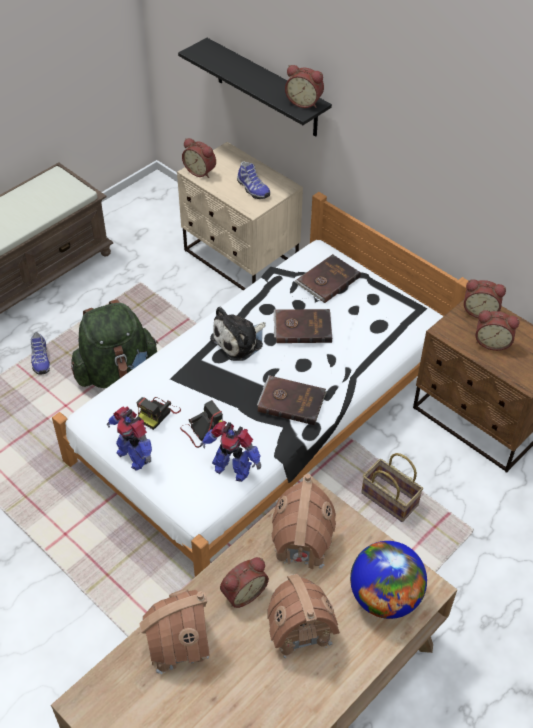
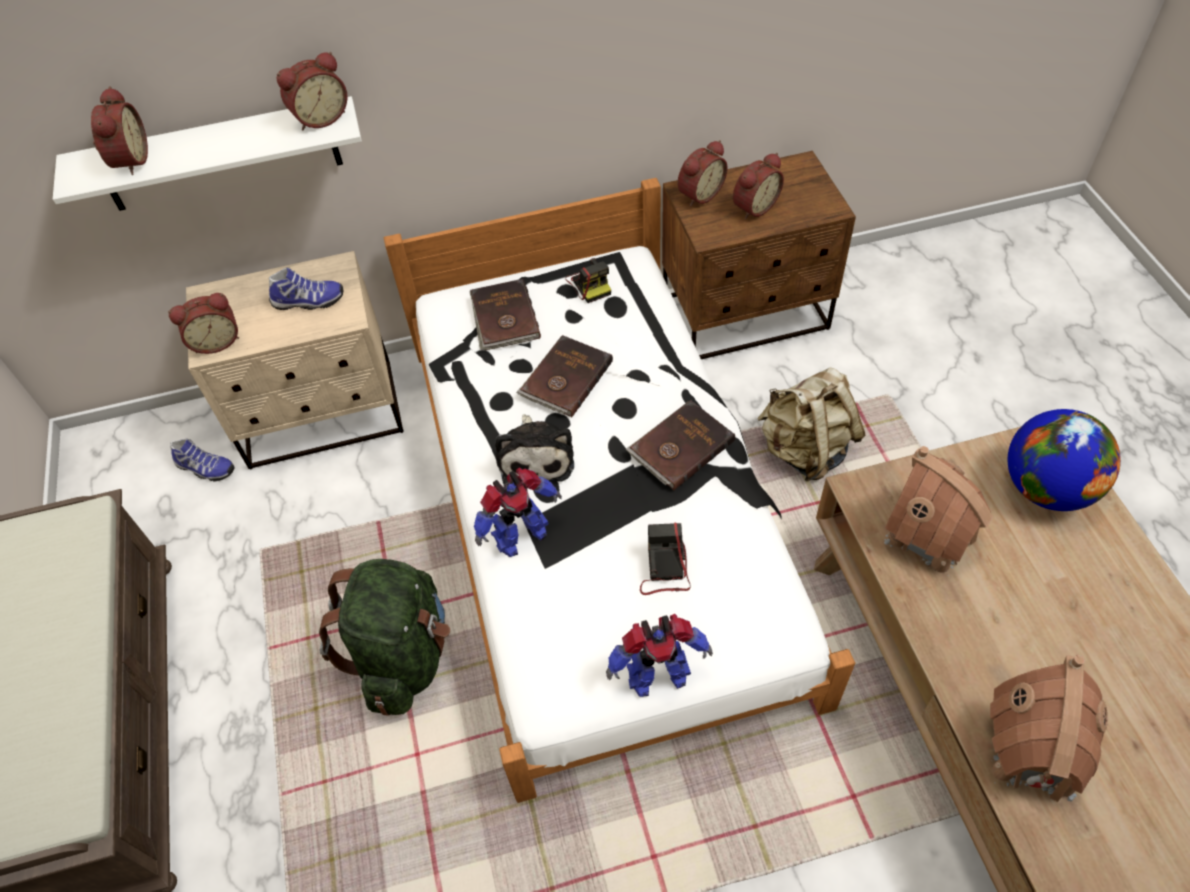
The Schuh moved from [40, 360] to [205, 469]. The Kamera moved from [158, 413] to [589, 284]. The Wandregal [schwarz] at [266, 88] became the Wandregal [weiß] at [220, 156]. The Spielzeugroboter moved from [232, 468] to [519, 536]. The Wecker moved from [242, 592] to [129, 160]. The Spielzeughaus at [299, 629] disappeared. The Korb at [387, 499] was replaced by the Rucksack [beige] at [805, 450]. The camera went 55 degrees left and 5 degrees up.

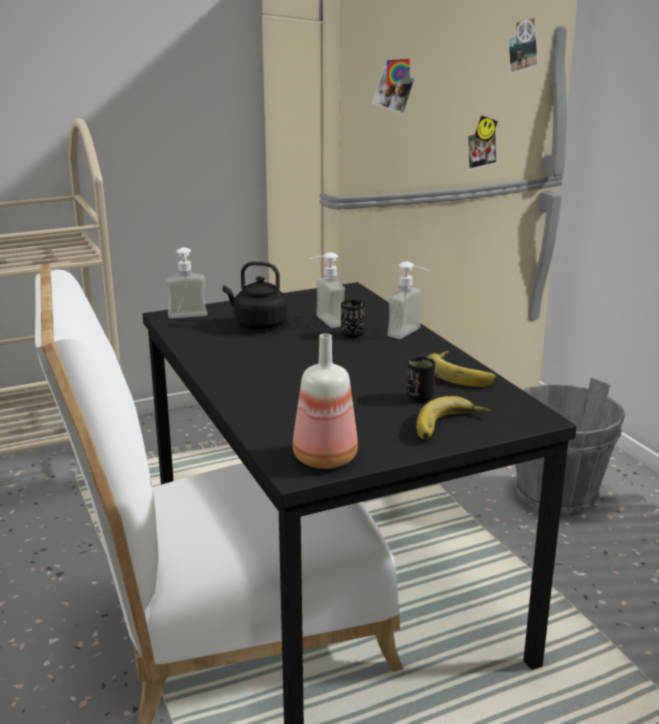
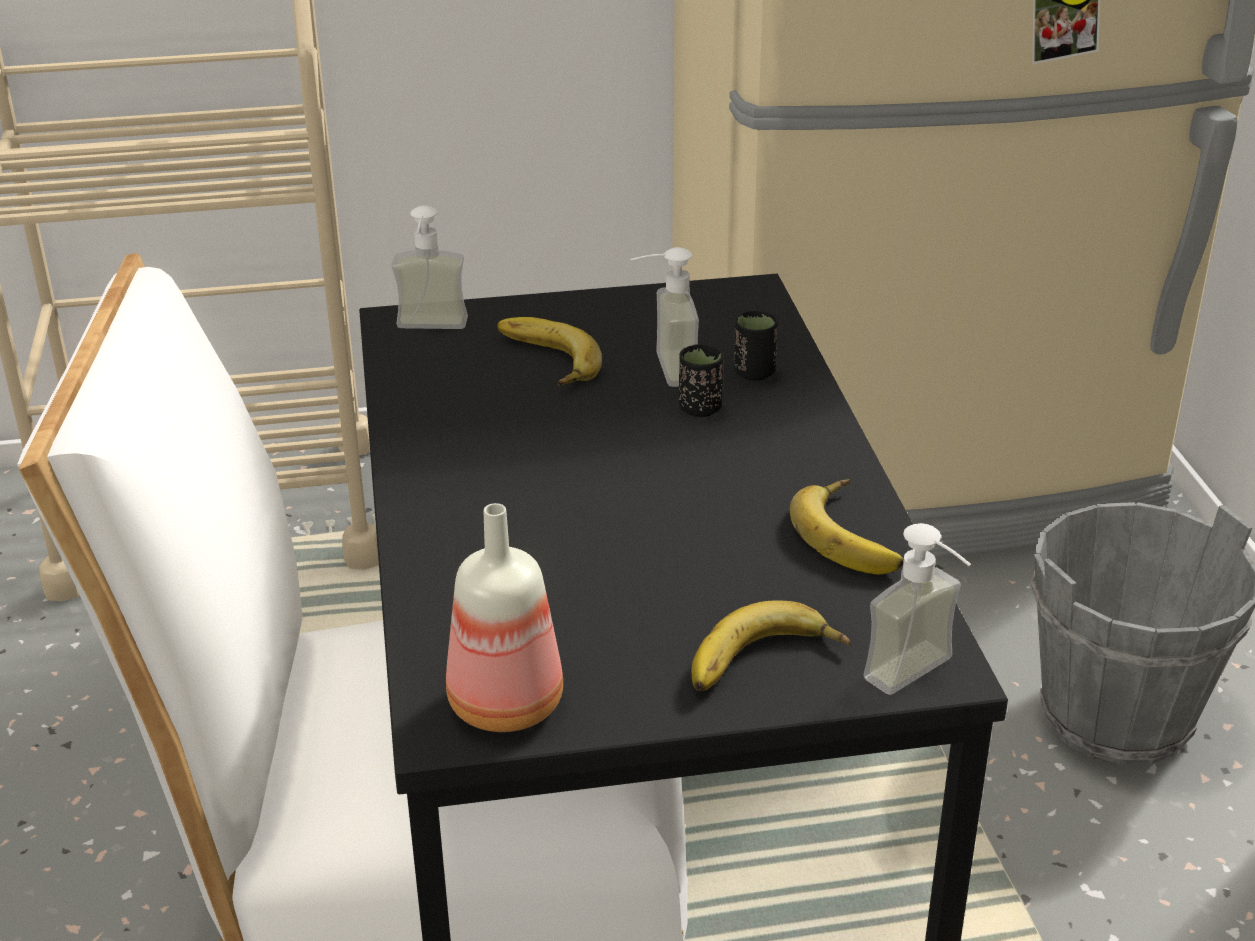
The Wasserkessel [schwarz] at [257, 324] was replaced by the Banane at [543, 361]. The Seifenspender moved from [411, 334] to [922, 678]. The Tasse [schwarz] moved from [420, 397] to [754, 373]. The camera went 15 degrees right and 10 degrees up.

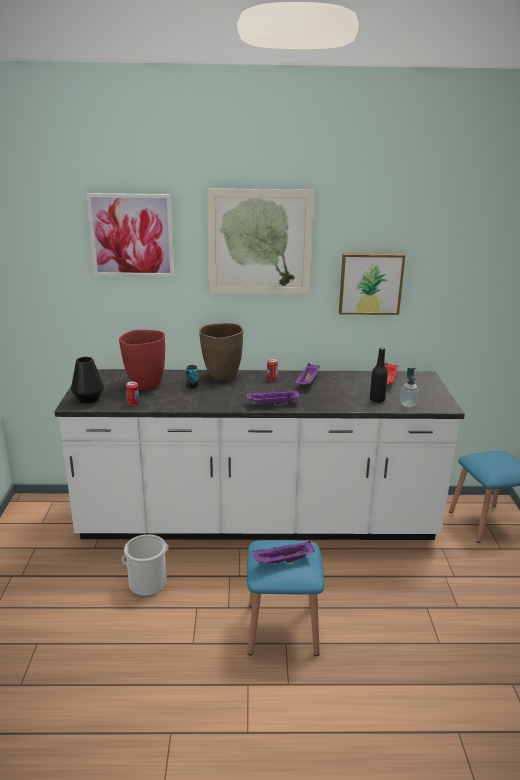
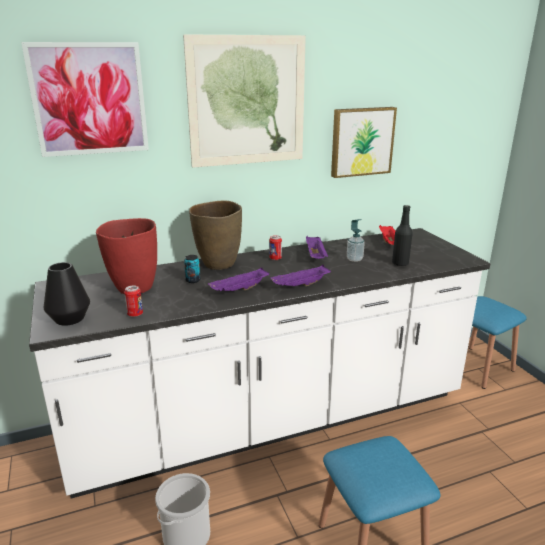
The Tablett [lila] moved from [282, 561] to [239, 290]. The Seifenspender moved from [408, 405] to [354, 259]. The camera went 20 degrees left and 0 degrees up.

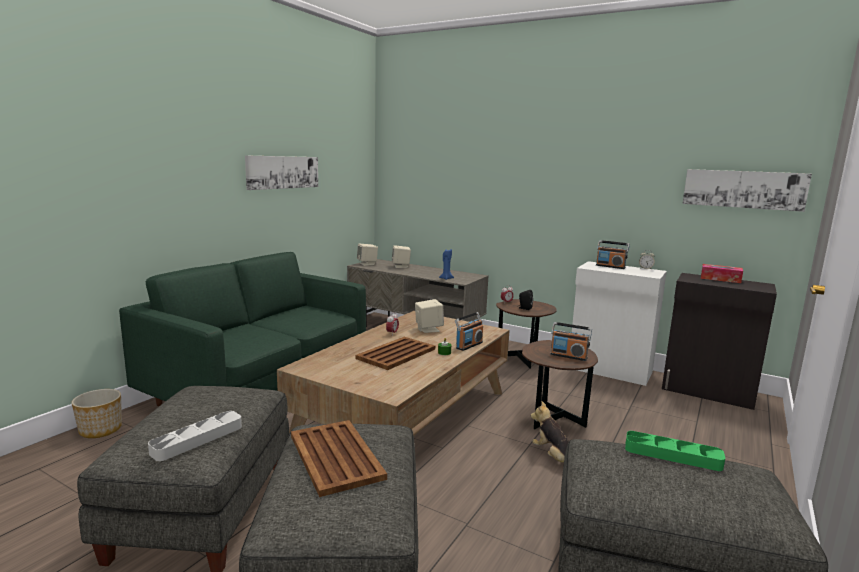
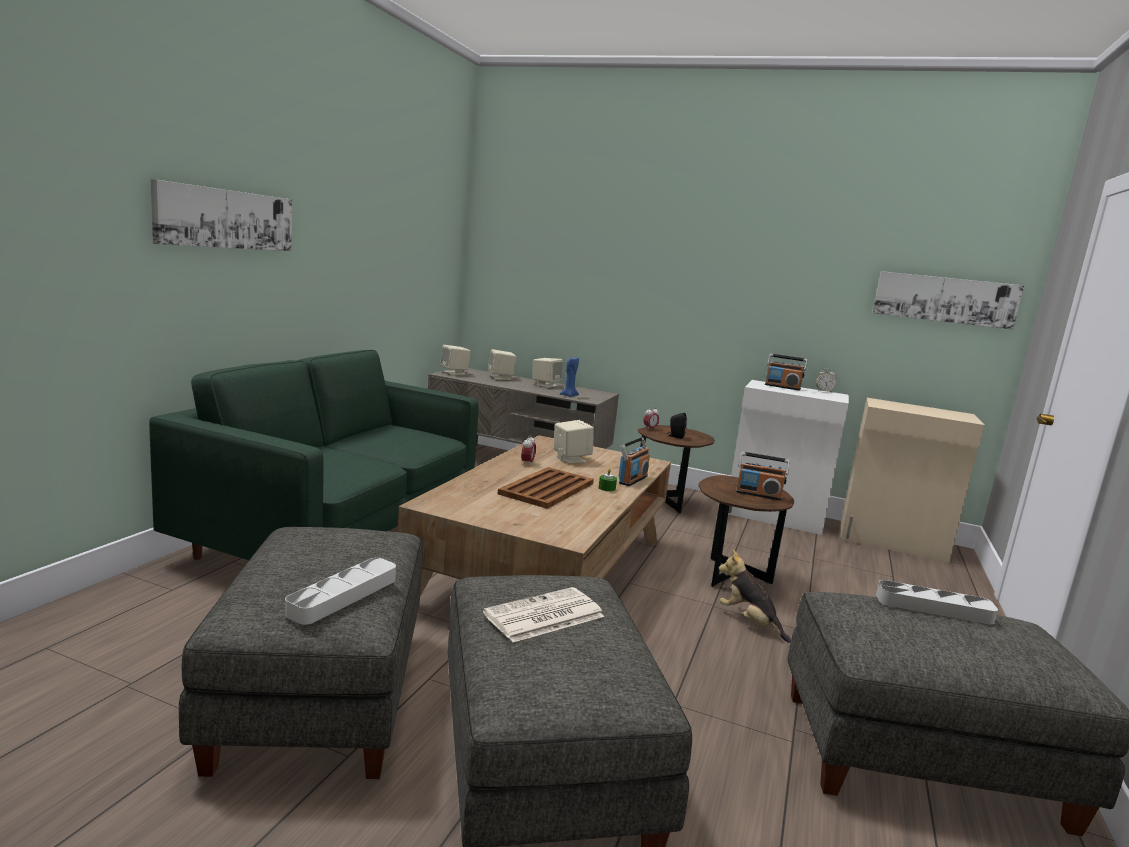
The Pflanzkübel at [100, 430] disappeared. The Bild moved from [282, 172] to [226, 219]. The Tablett [braun] at [336, 457] was replaced by the Zeitung at [543, 616]. The Tablett [grün] at [672, 455] became the Tablett [grau] at [933, 608]. The Schrank [schwarz] at [708, 391] became the Schrank [beige] at [892, 542]. The Taschentuchbox at [720, 279] disappeared. The Lautsprecher [beige] at [546, 385] appeared. The camera went 10 degrees left and 0 degrees up.

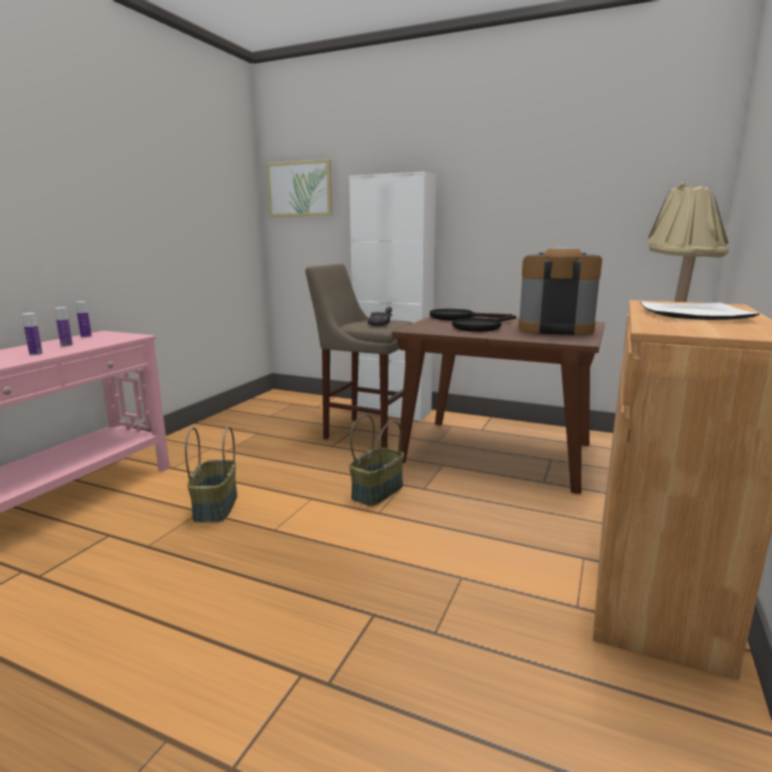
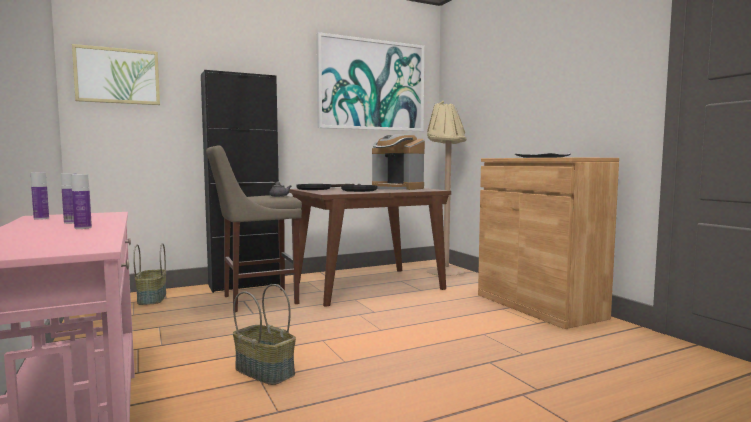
The Schrank [weiß] at [392, 412] became the Schrank [schwarz] at [244, 285]. The Korb moved from [377, 491] to [151, 298]. The Kaffeemaschine at [555, 329] turned 105 degrees counterclockwise. The Bild at [371, 85] appeared. The camera went 50 degrees left and 10 degrees down.

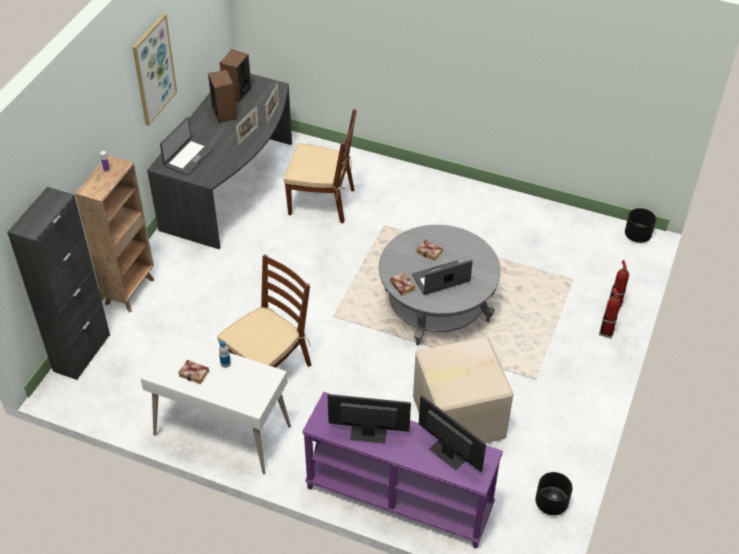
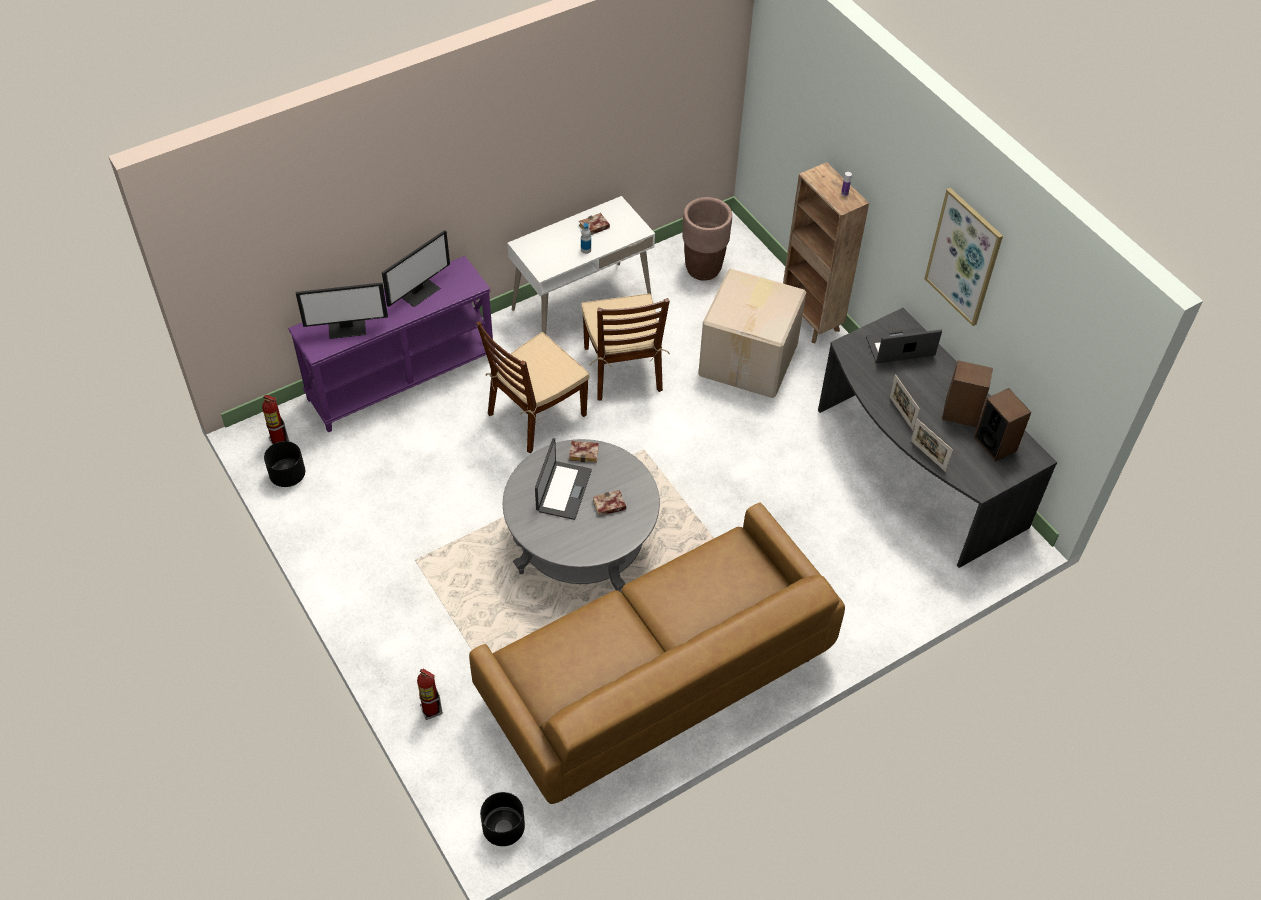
The Schrank [schwarz] at [82, 353] disappeared. The Laptop at [188, 157] turned 105 degrees clockwise. The Stuhl [braun] moved from [322, 202] to [536, 415]. The Karton moved from [457, 416] to [749, 359]. The Feuerlöscher moved from [606, 332] to [279, 441]. The Sofa [braun] at [657, 679] appeared. The Pflanzkübel [braun] at [703, 269] appeared. The camera went 125 degrees right and 5 degrees up.

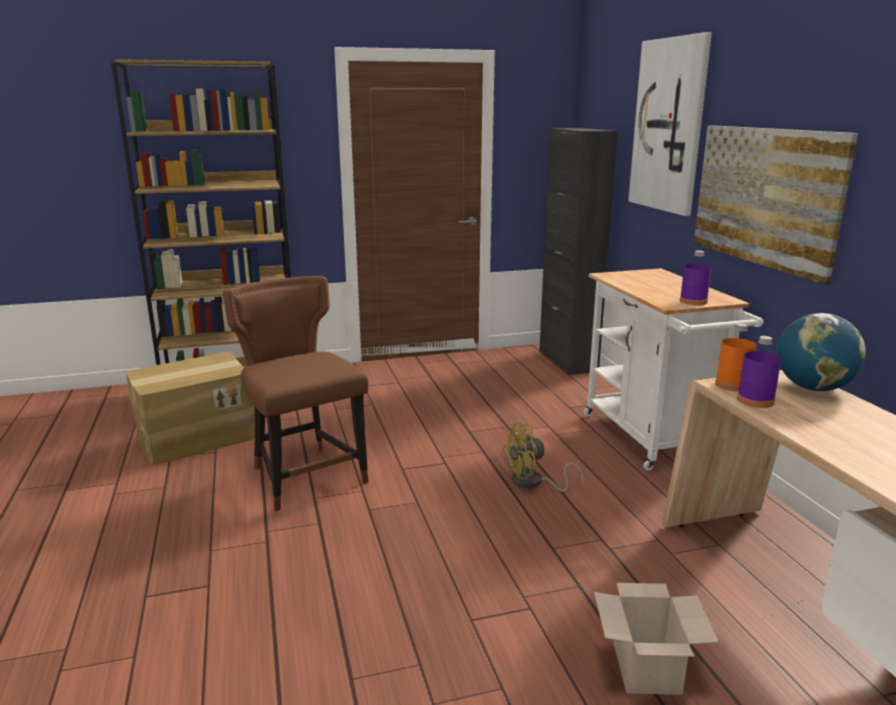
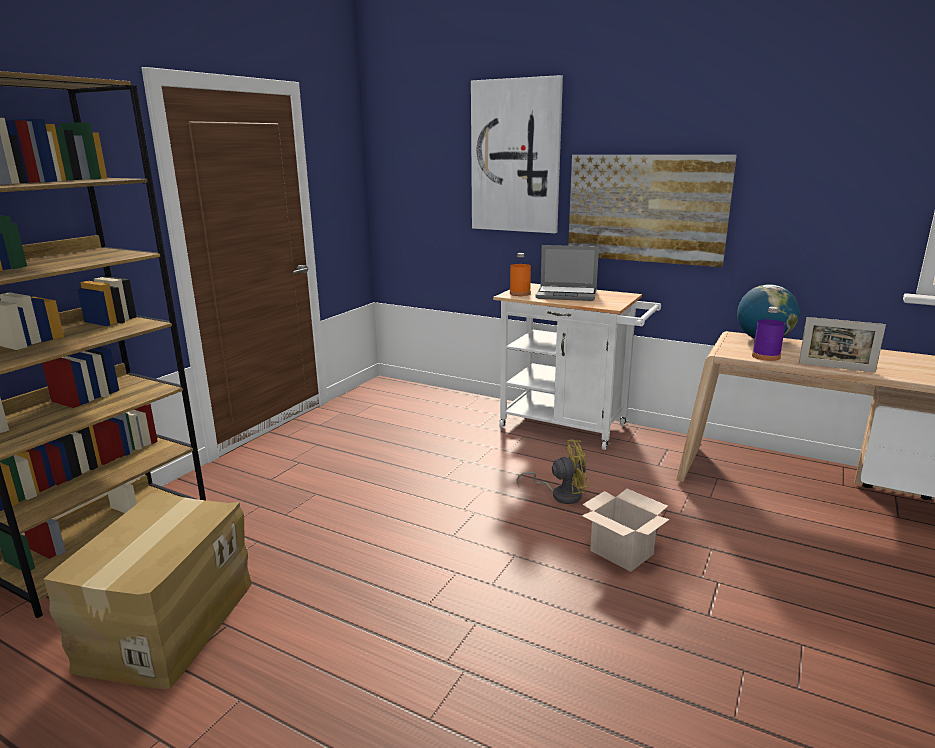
The Stuhl [braun] at [305, 475] disappeared. The Ventilator [gelb] at [533, 483] turned 120 degrees counterclockwise. The Schrank [schwarz] at [567, 361] disappeared. The Karton moved from [648, 670] to [623, 553]. The Flasche [lila] at [693, 301] disappeared. The Flasche [orange] moved from [732, 385] to [520, 293]. The Laptop at [567, 295] appeared. The Bilderrahmen at [836, 367] appeared. The camera went 45 degrees left and 0 degrees up.

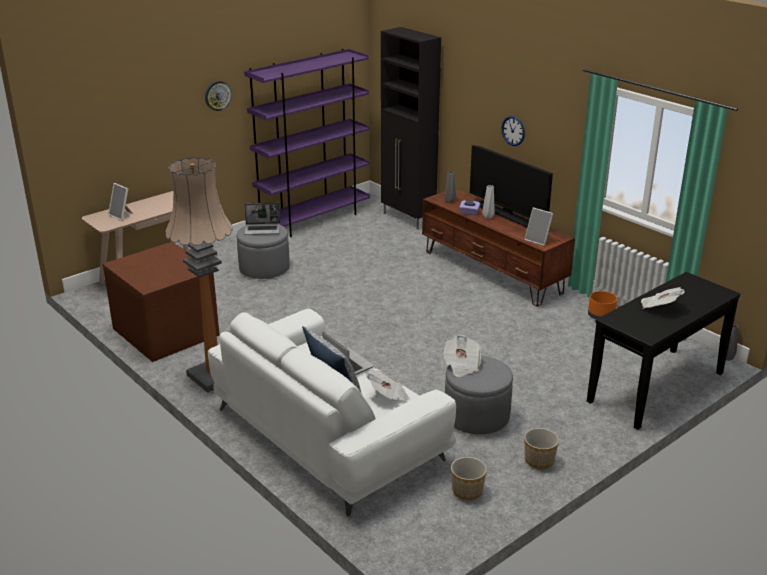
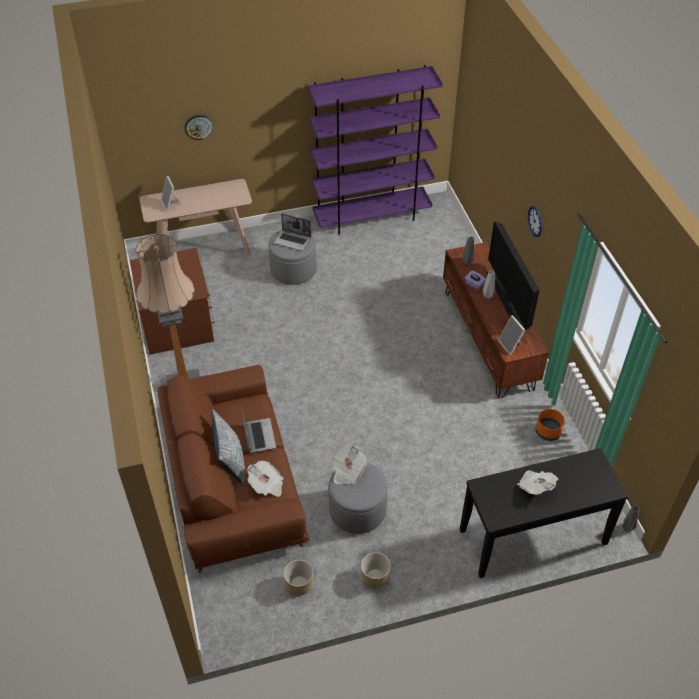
The Wanduhr moved from [217, 95] to [198, 126]. The Sofa [weiß] at [328, 433] became the Sofa [braun] at [233, 482]. The Schrank [schwarz] at [408, 219] disappeared. The camera went 25 degrees right and 20 degrees up.

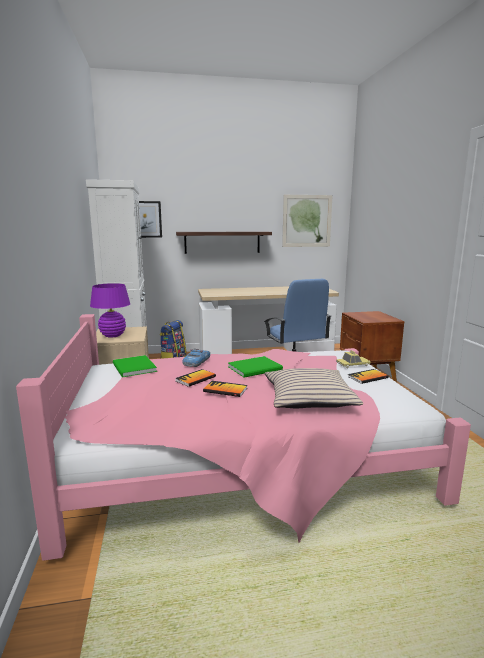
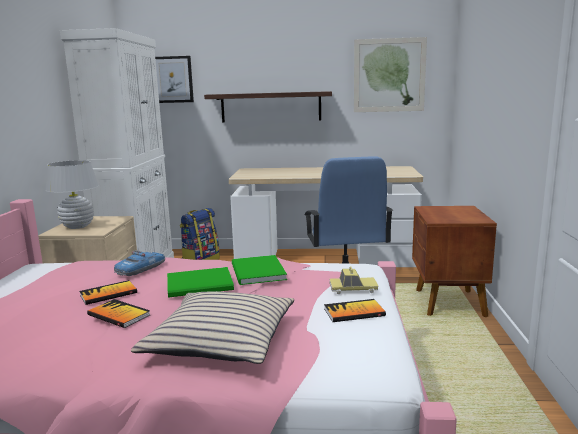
The Tischlampe [lila] at [112, 335] became the Tischlampe [weiß] at [77, 226]. The Buch [grün] moved from [133, 368] to [257, 272]. The camera went 15 degrees right and 0 degrees up.

